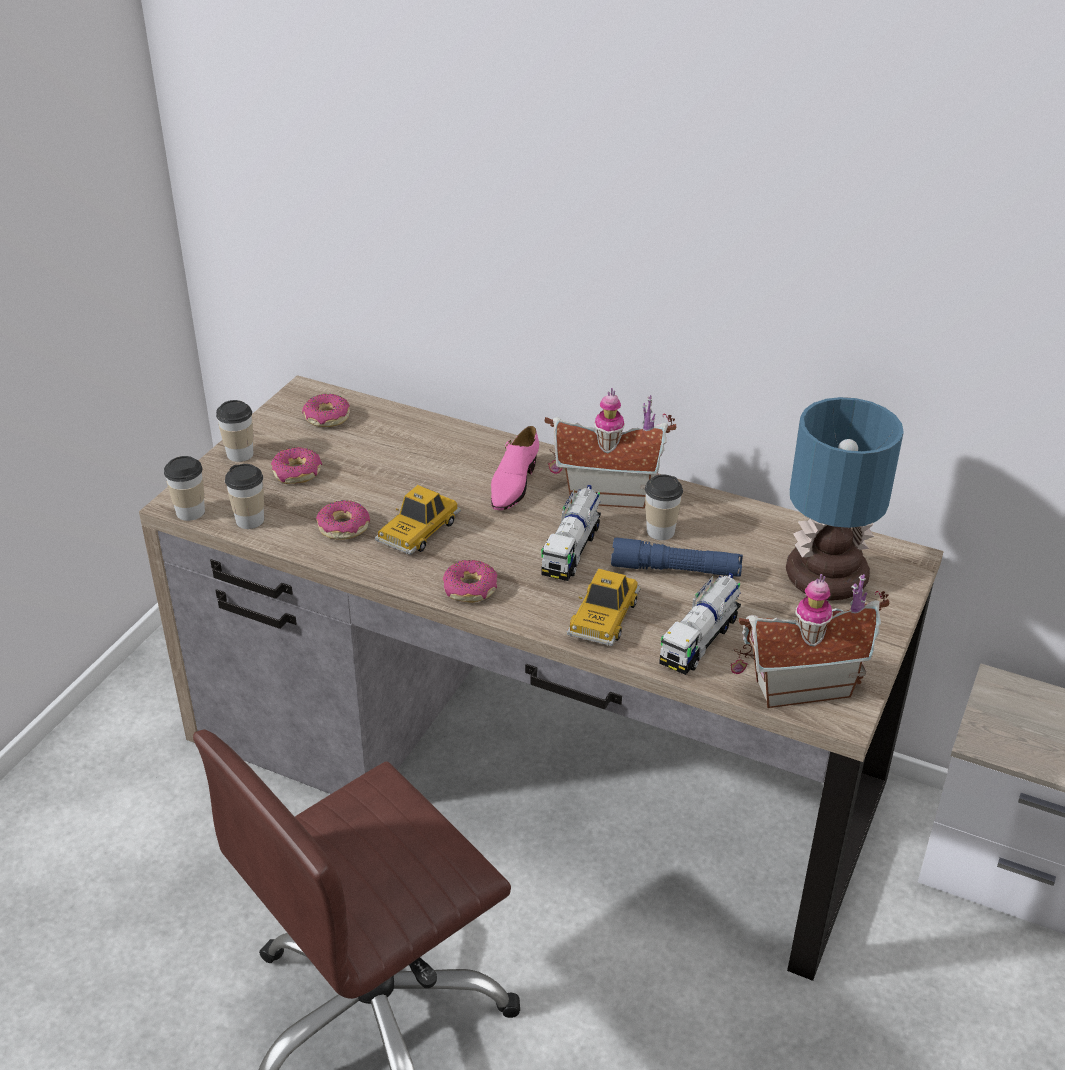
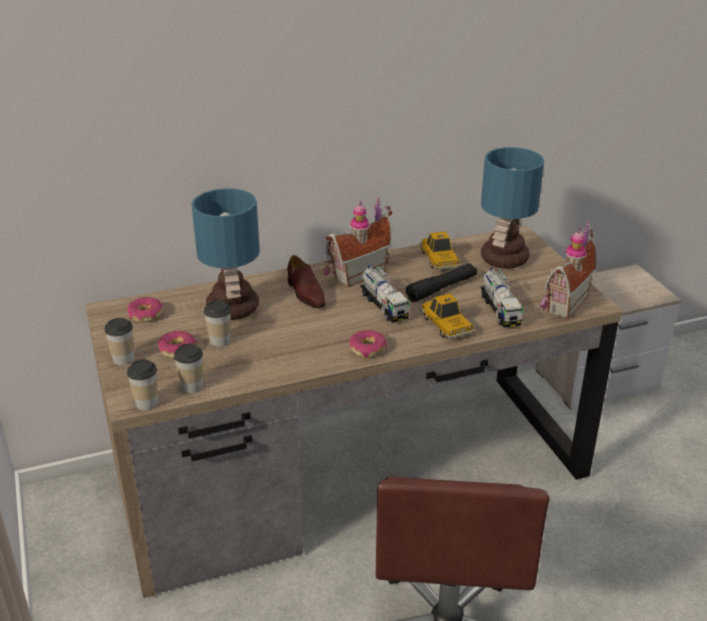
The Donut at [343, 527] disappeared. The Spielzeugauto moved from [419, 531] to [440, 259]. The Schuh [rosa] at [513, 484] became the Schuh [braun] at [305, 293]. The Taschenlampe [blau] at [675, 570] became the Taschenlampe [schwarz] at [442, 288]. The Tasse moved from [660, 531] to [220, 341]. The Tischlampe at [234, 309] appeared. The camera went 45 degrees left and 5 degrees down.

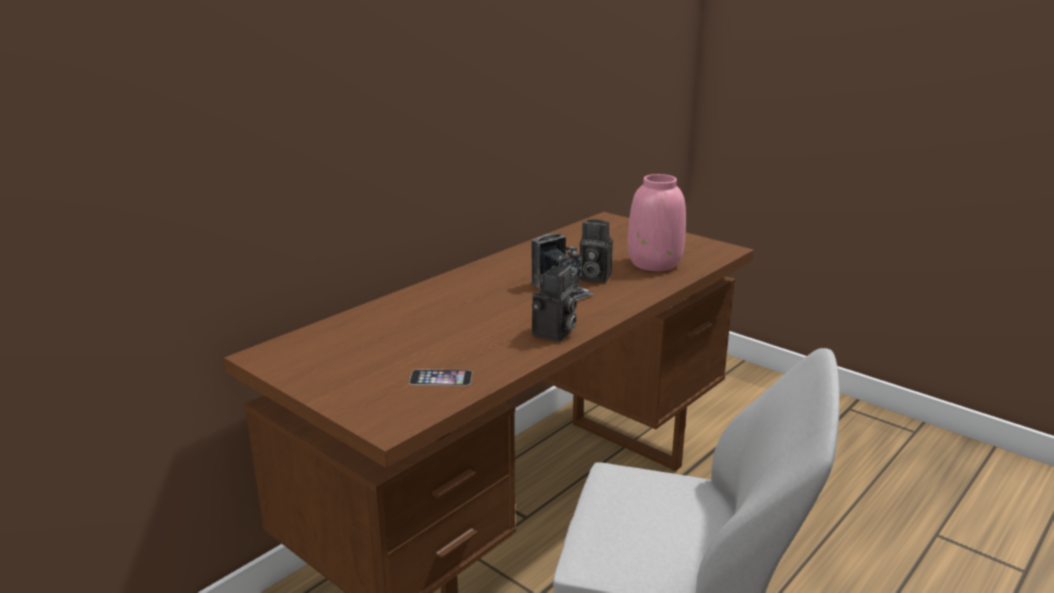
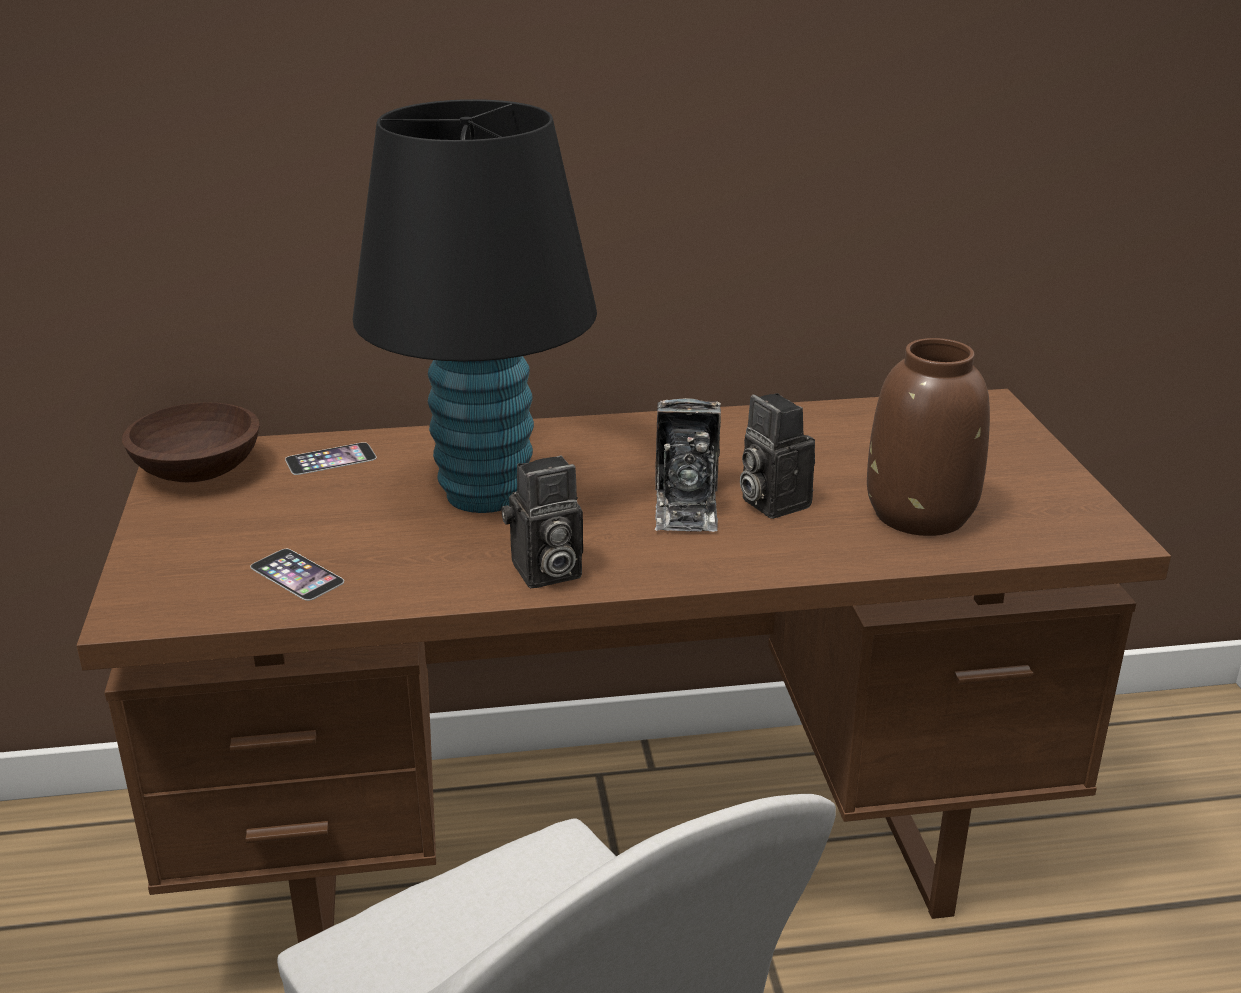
The Vase [rosa] at [655, 263] became the Vase [braun] at [921, 514]. The Schüssel [braun] at [200, 472] appeared. The Handy at [330, 459] appeared. The Tischlampe [schwarz] at [485, 494] appeared. The camera went 40 degrees right and 5 degrees up.

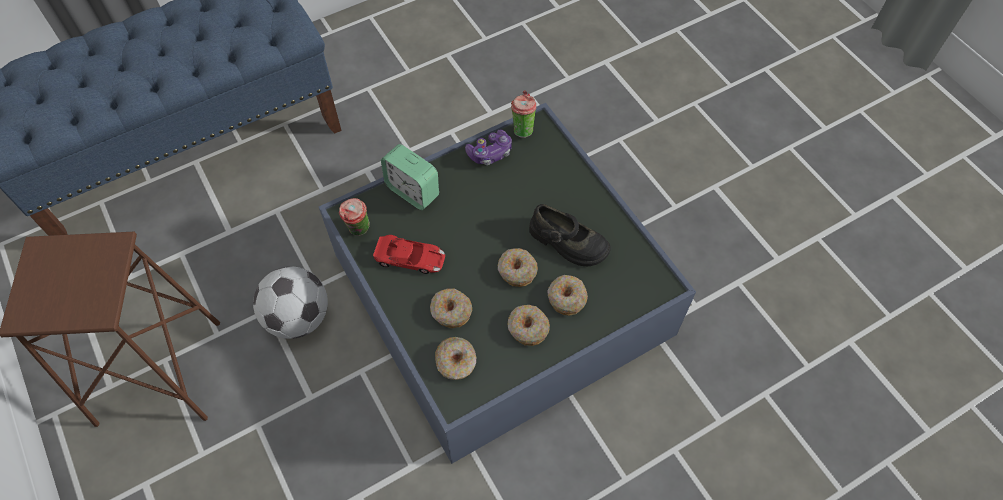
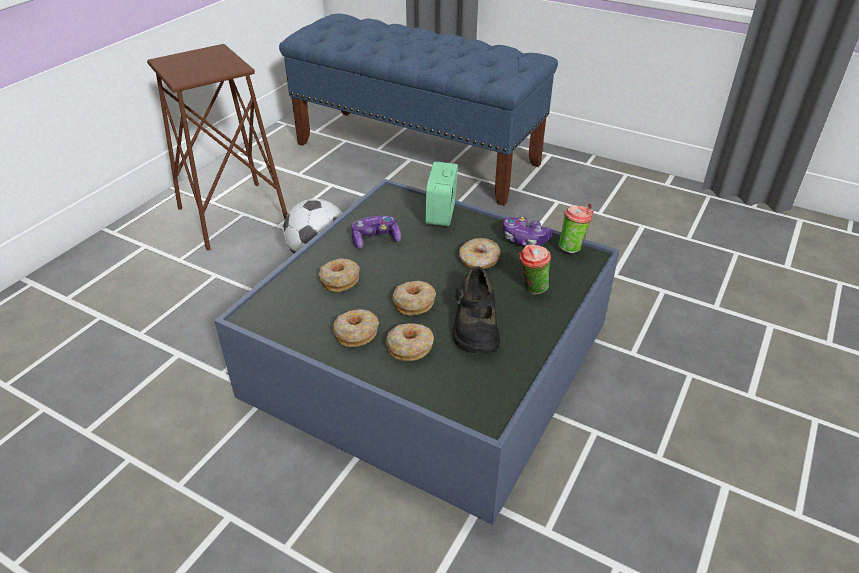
The Tasse moved from [359, 231] to [532, 289]. The Spielzeugauto [rot] at [410, 258] was replaced by the Gamepad at [375, 239]. The Donut moved from [456, 362] to [479, 260]. The camera went 60 degrees right and 20 degrees down.

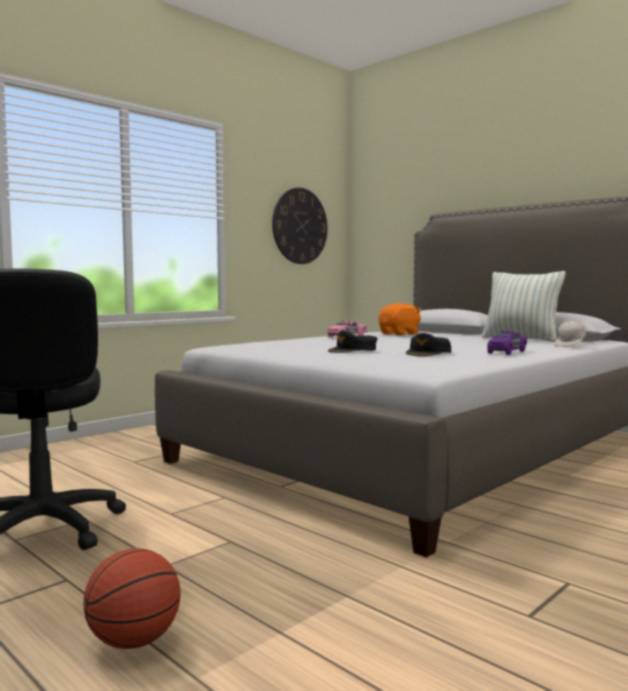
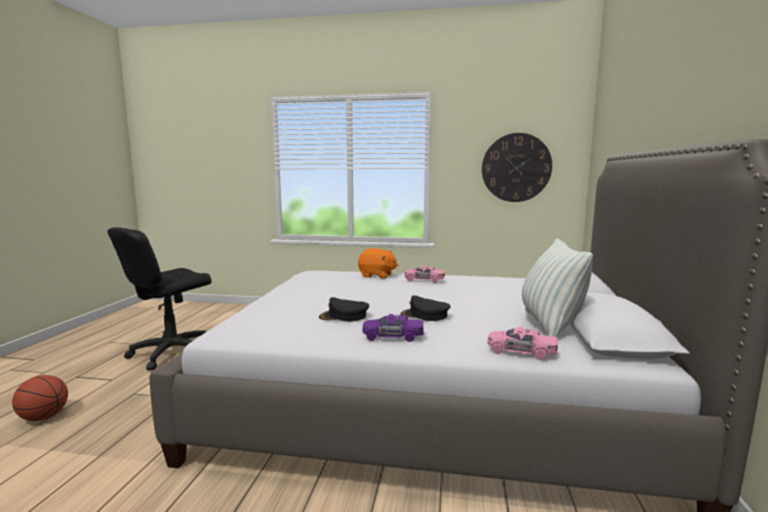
The Kappe [schwarz] moved from [353, 350] to [424, 315]. The Plüschtier [orange] moved from [400, 334] to [377, 275]. The Kappe [weiß] at [570, 345] was replaced by the Spielzeugauto [rosa] at [521, 352]. The camera went 55 degrees right and 5 degrees up.

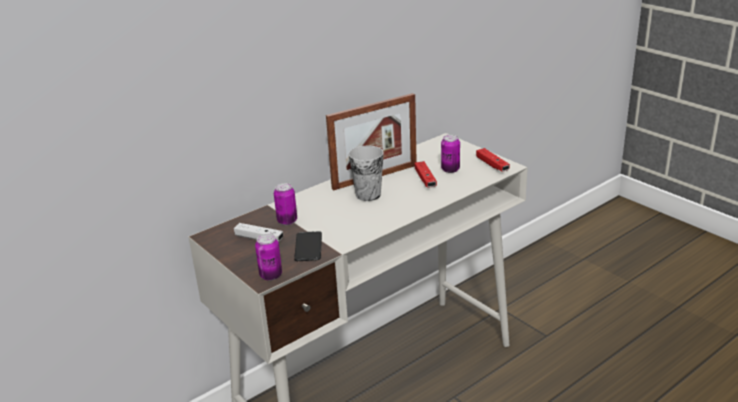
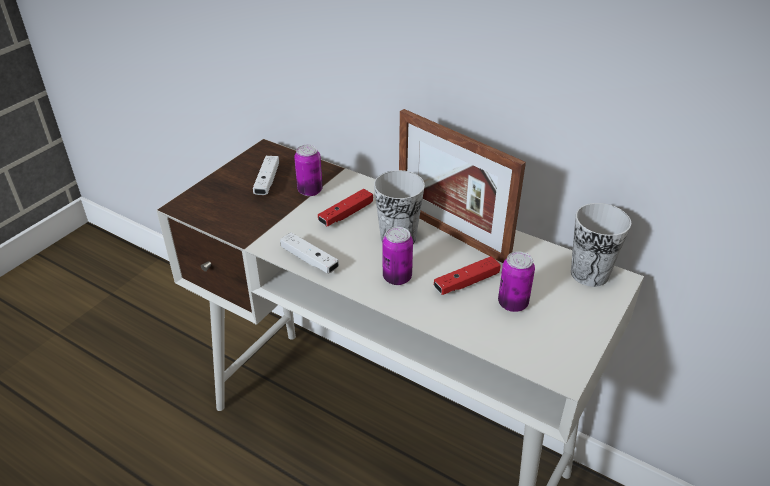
The Dose moved from [271, 275] to [397, 277]. The Handy at [308, 247] disappeared. The Gamepad [rot] moved from [492, 165] to [346, 214]. The Gamepad [weiß] at [309, 260] appeared. The Tasse at [589, 274] appeared. The camera went 70 degrees right and 10 degrees up.

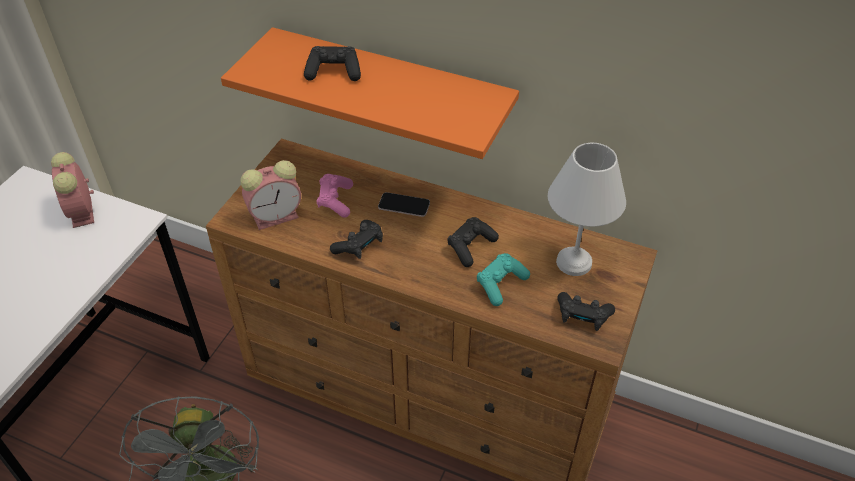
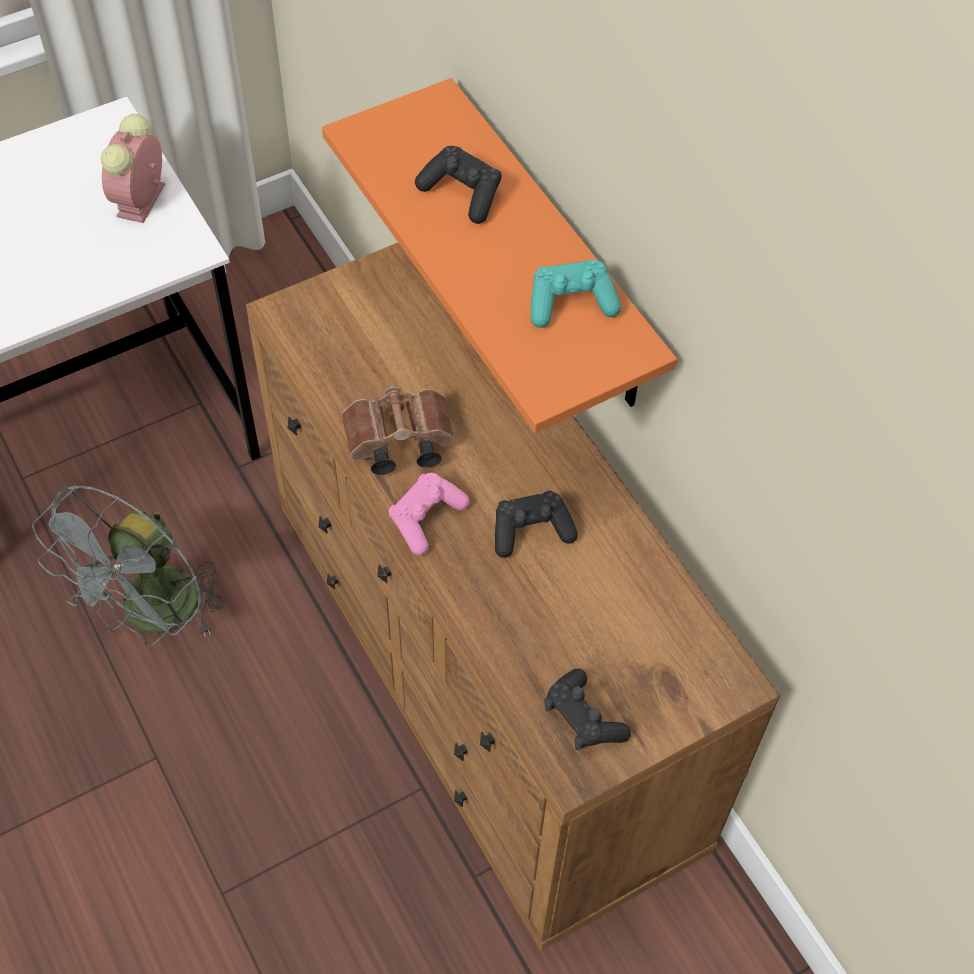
The Wecker at [277, 216] disappeared. The Gamepad [rosa] moved from [335, 201] to [426, 519]. The Gamepad [schwarz] at [359, 246] was replaced by the Fernglas [braun] at [396, 443]. The Handy at [404, 205] disappeared. The Gamepad [türkis] moved from [500, 284] to [570, 304]. The Tischlampe [weiß] at [574, 264] disappeared. The camera went 35 degrees right and 10 degrees up.

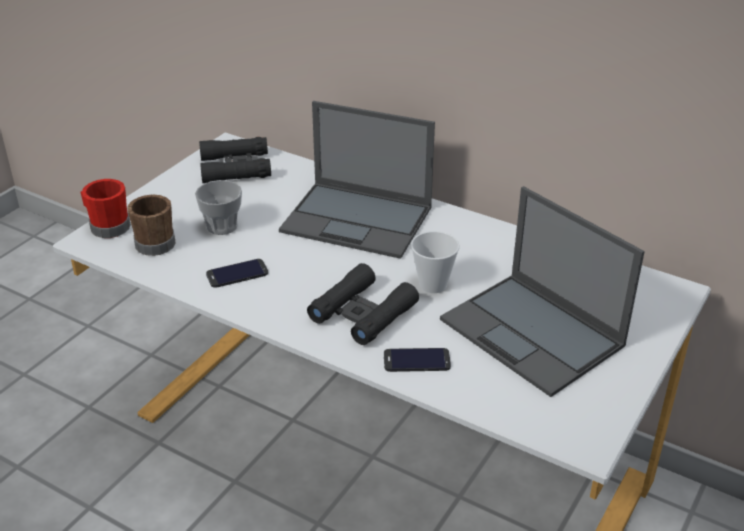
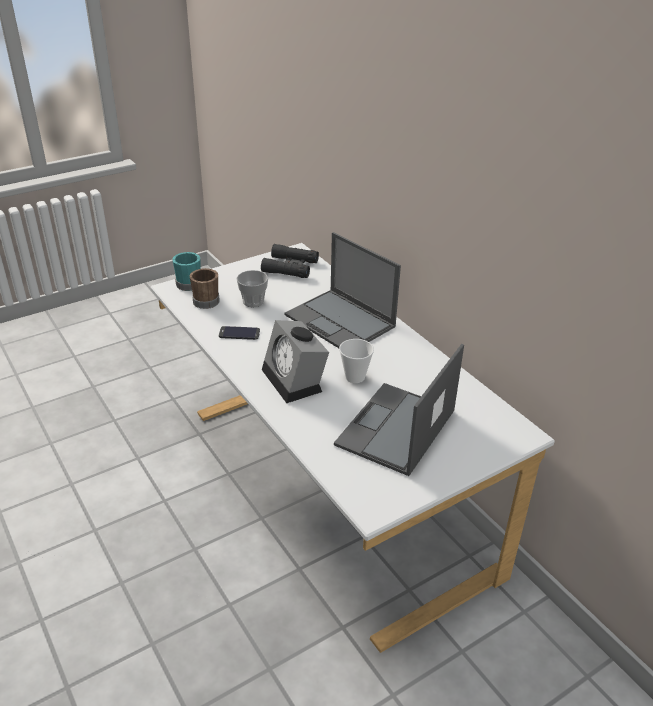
The Henkelbecher [rot] at [107, 226] became the Henkelbecher [türkis] at [187, 283]. The Fernglas [schwarz] at [363, 313] was replaced by the Wecker at [295, 380]. The Handy at [416, 360] disappeared. The Laptop at [533, 333] turned 45 degrees clockwise. The camera went 25 degrees right and 0 degrees up.

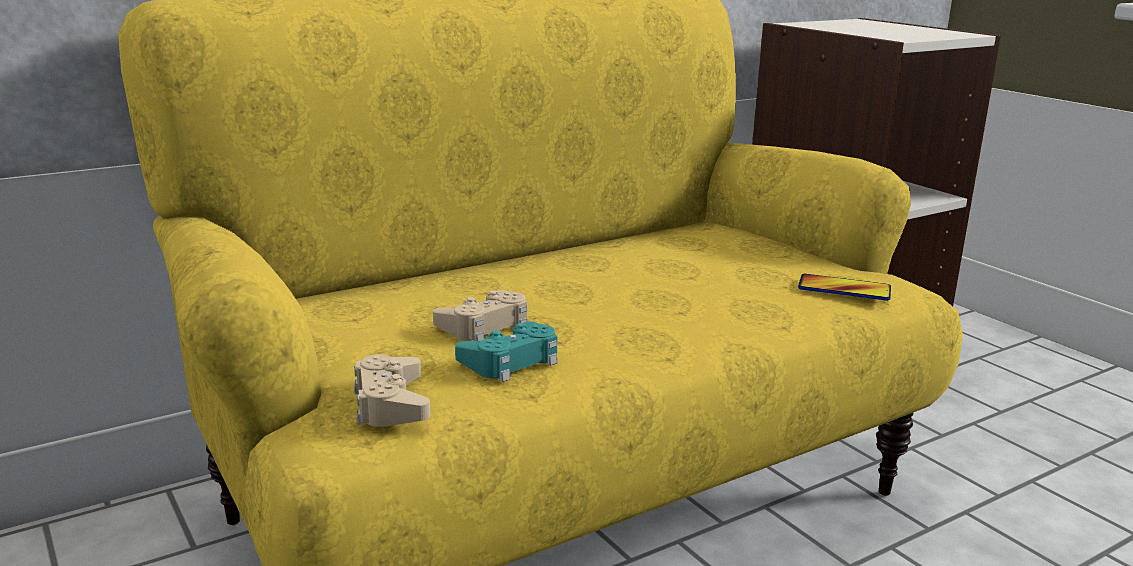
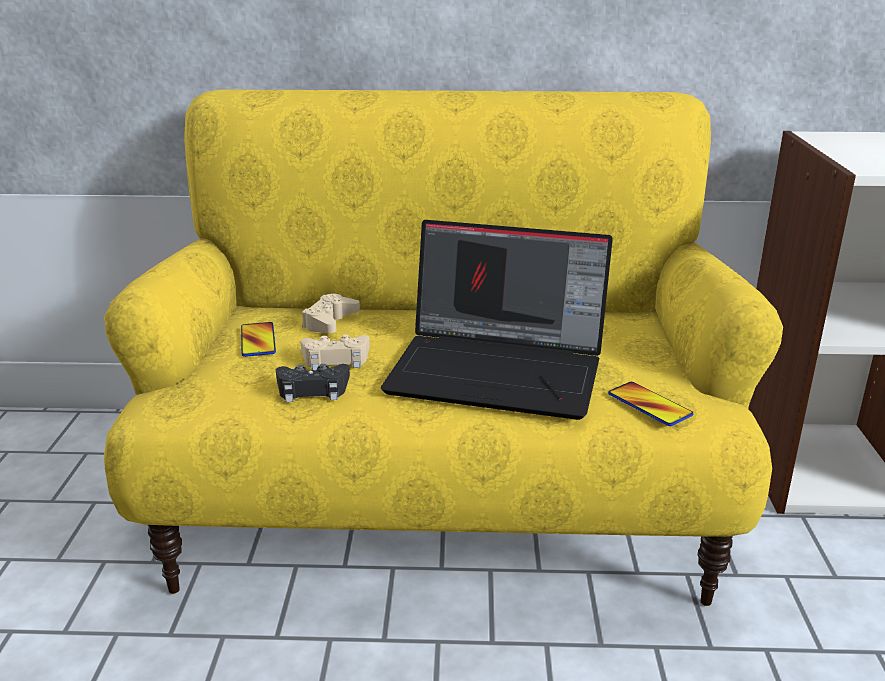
The Gamepad [beige] moved from [390, 403] to [330, 321]. The Gamepad [türkis] at [511, 361] became the Gamepad [schwarz] at [312, 389]. The Handy at [258, 340] appeared. The Laptop at [500, 370] appeared. The camera went 35 degrees right and 5 degrees up.

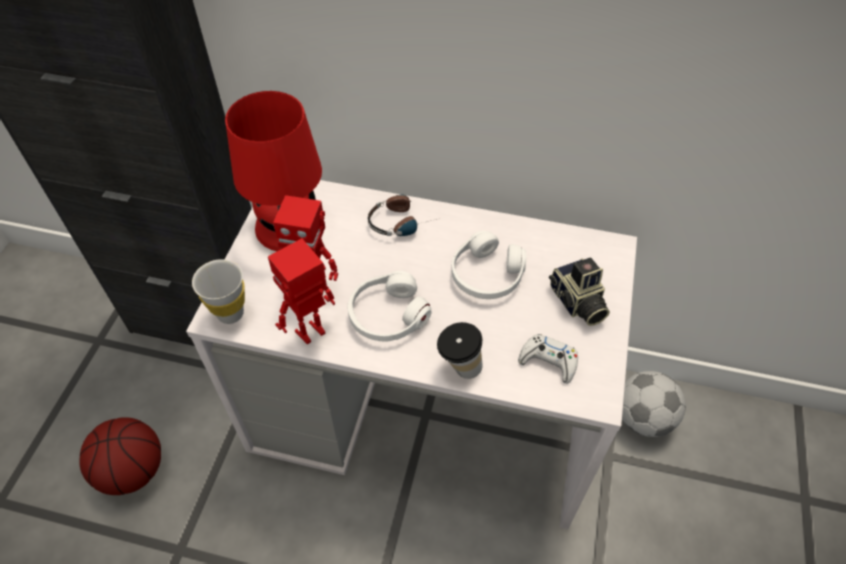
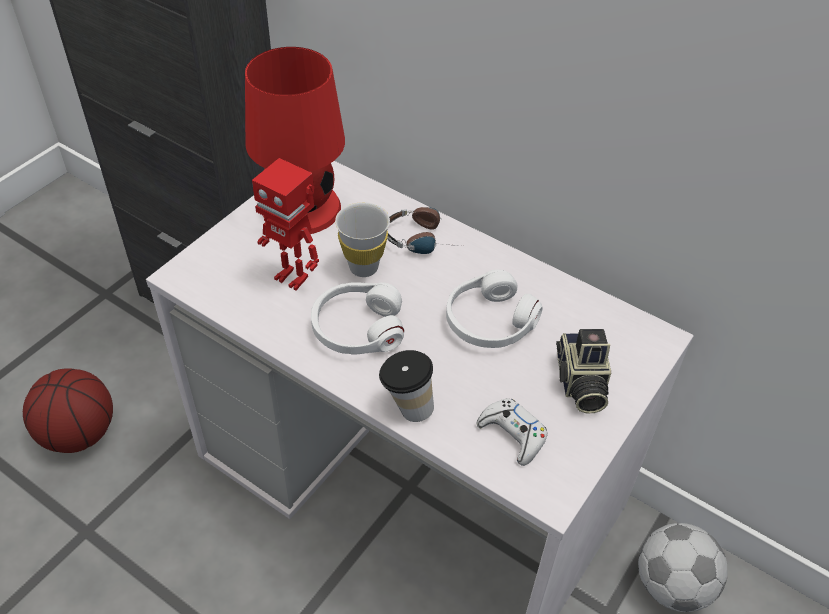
The Tasse [weiß] moved from [230, 313] to [363, 267]. The Spielzeugroboter at [311, 333] disappeared. The camera went 20 degrees right and 5 degrees down.

